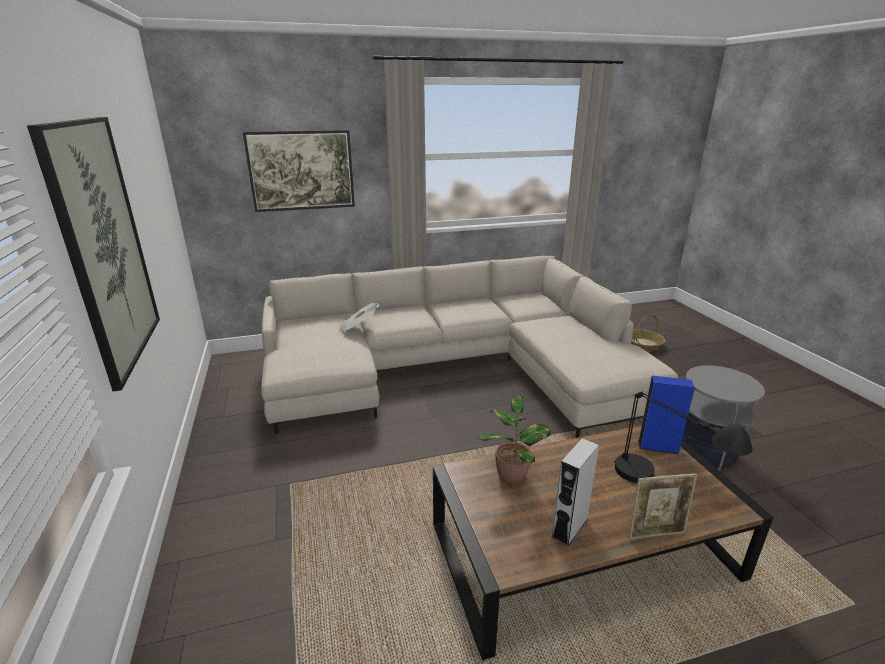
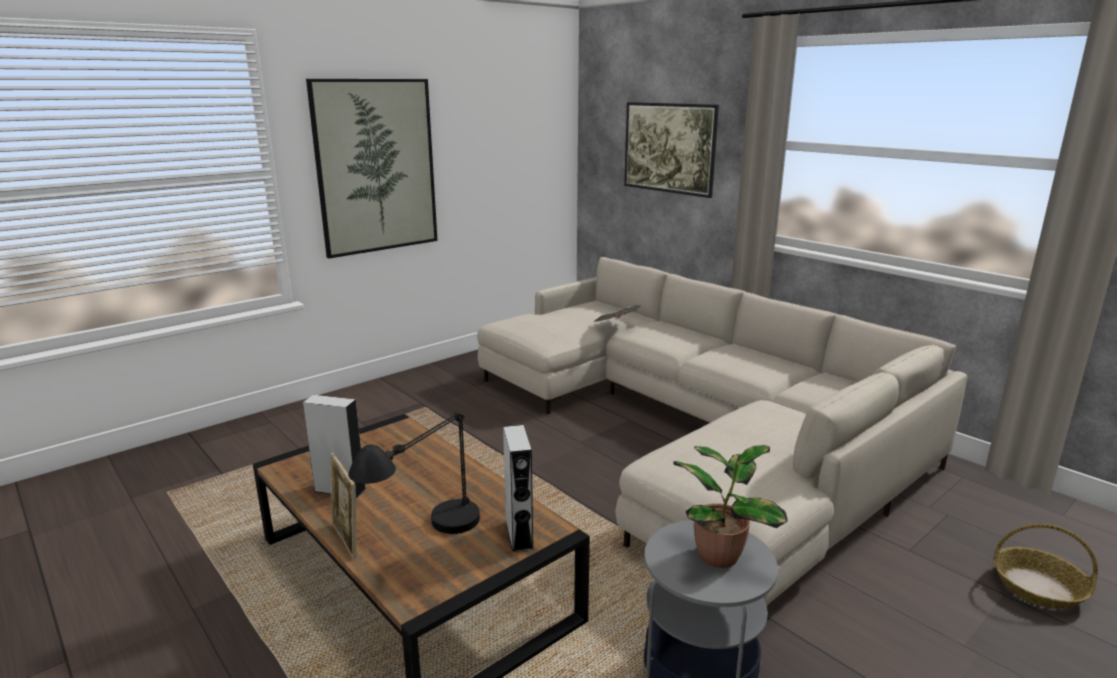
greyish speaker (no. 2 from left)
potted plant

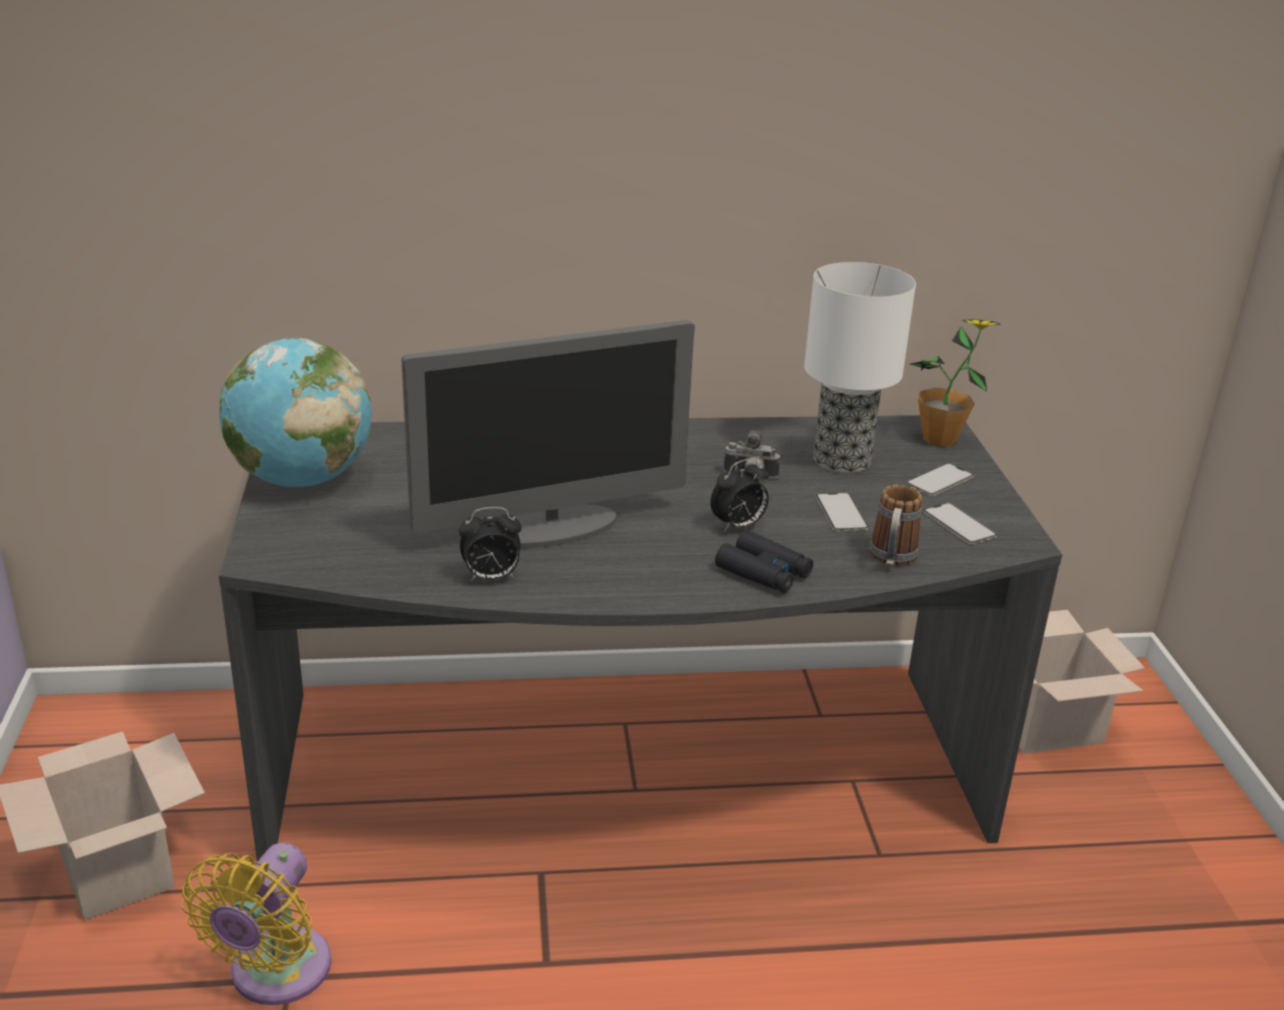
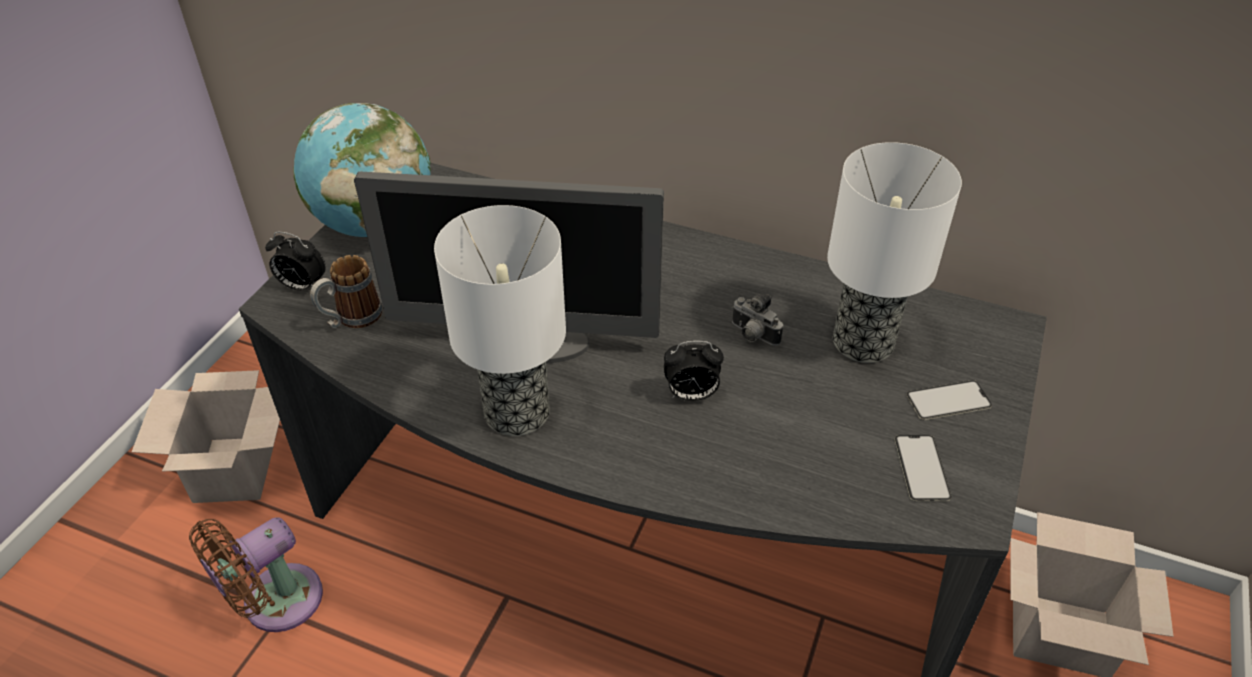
brown-coloured fan
bedside clock (no. 1 from left)
mug
lamp for a table (no. 1 from left)
black-coloured binoculars
handset (no. 1 from left in the first image)
potted plant

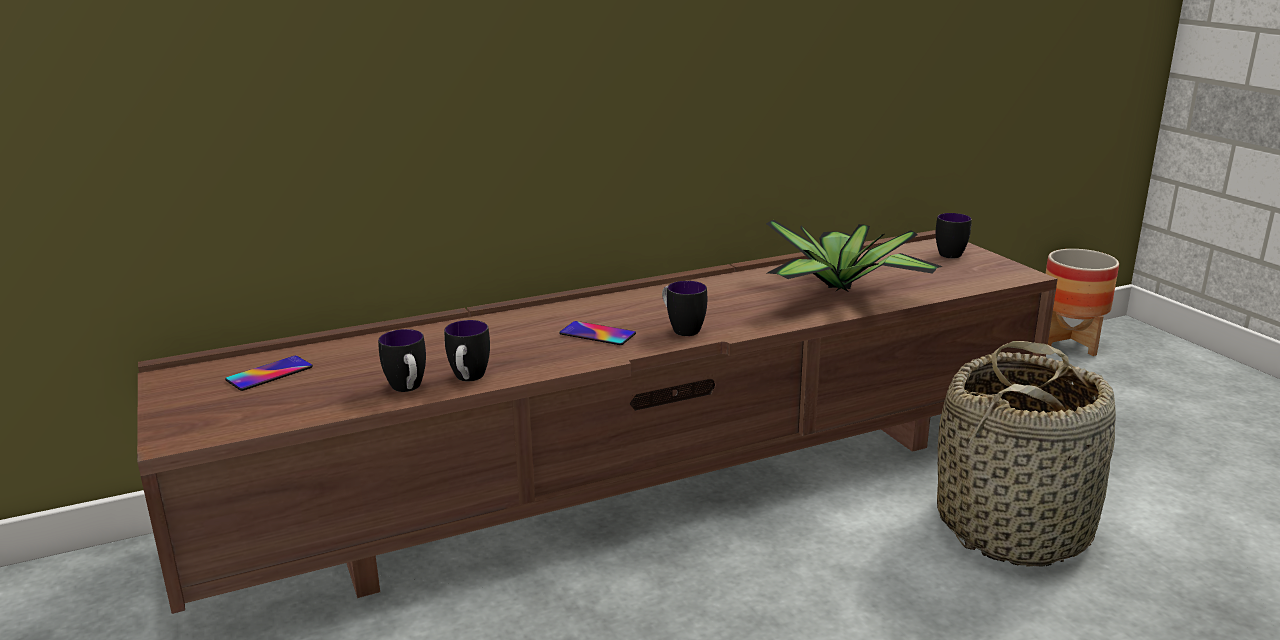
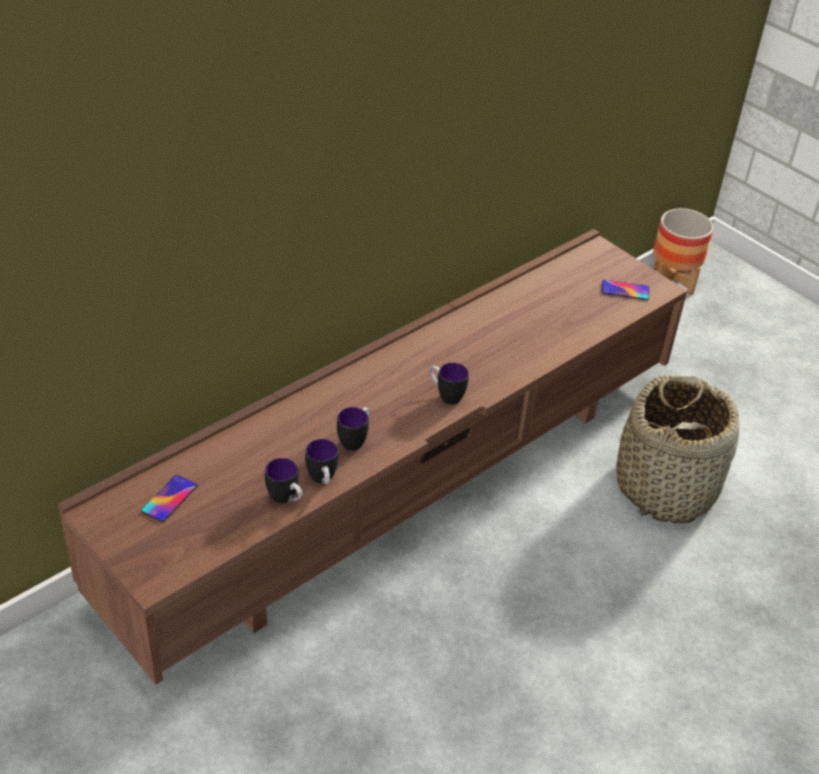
mug (no. 3 from left)
handset (no. 2 from left)
potted plant

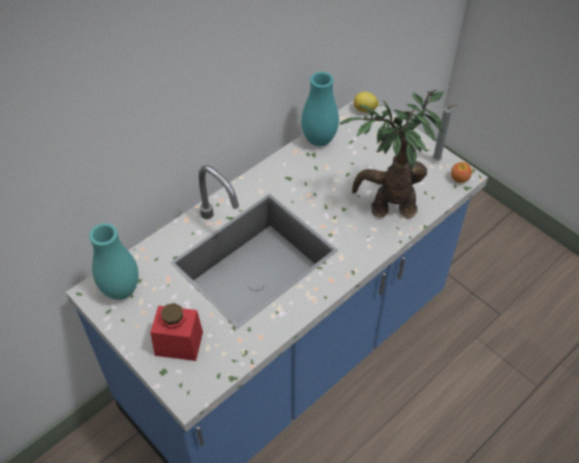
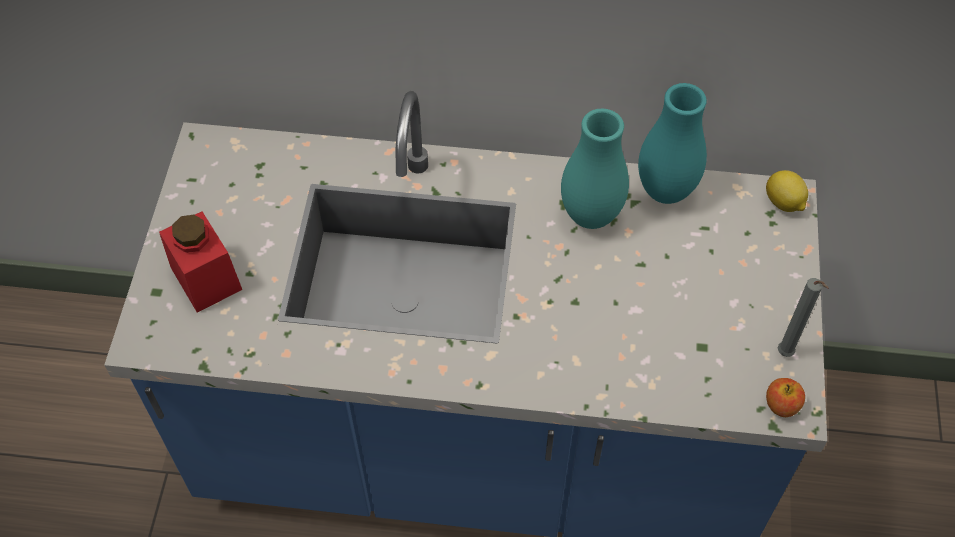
turquoise decorative vase (no. 1 from left)
potted plant

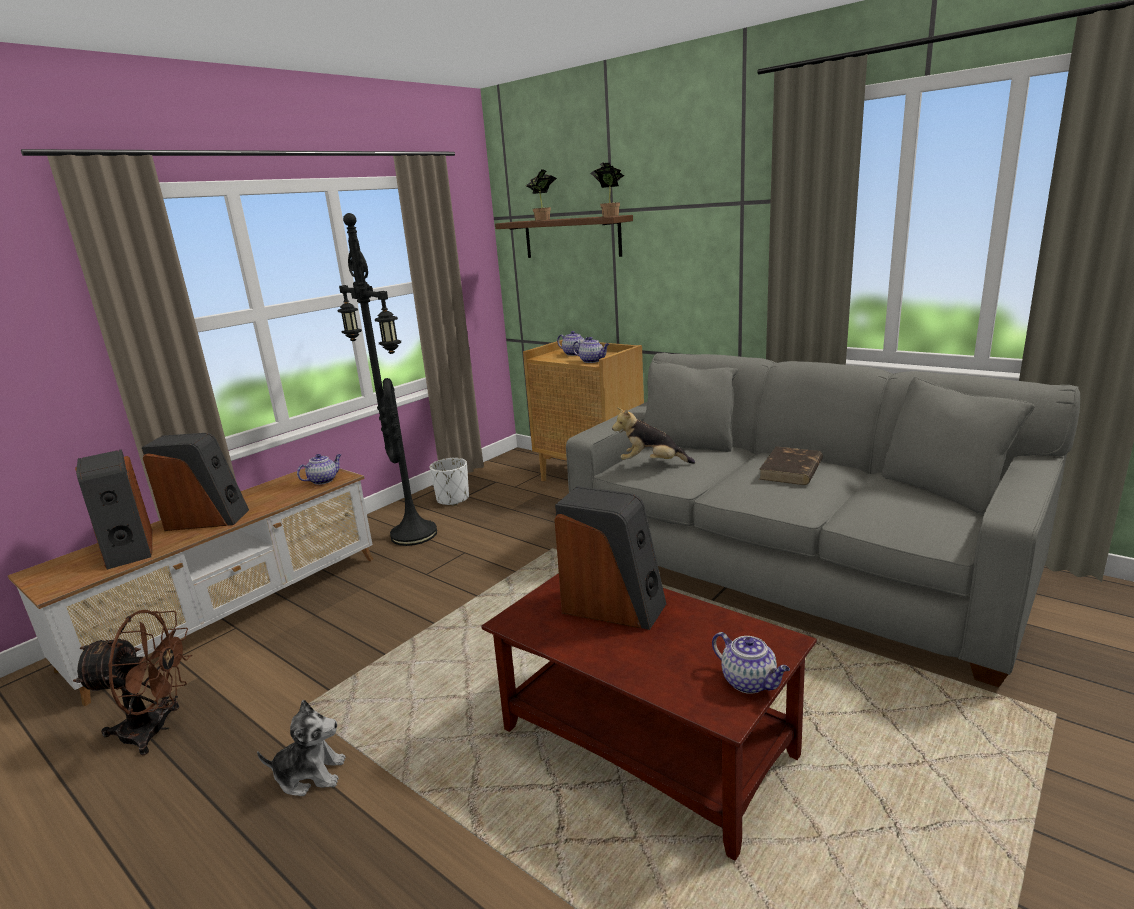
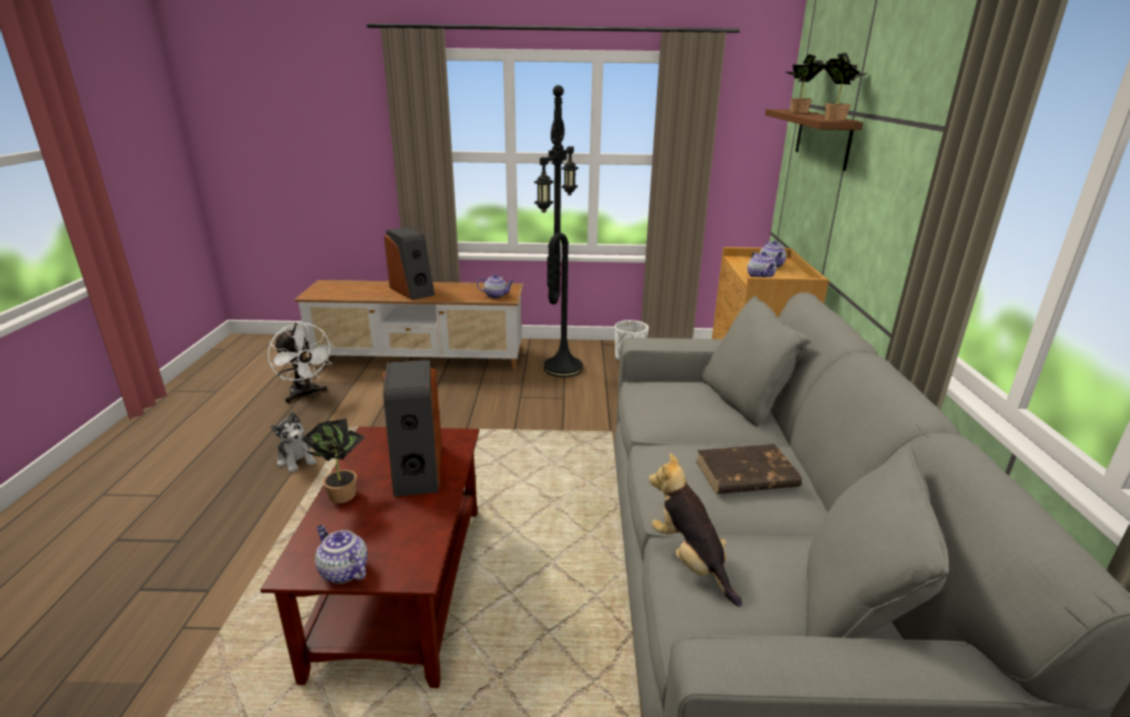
whitish fan
potted plant (no. 1 from left)
pot for tea (no. 1 from left)
plush toy (no. 2 from left)
speaker (no. 1 from left in the first image)

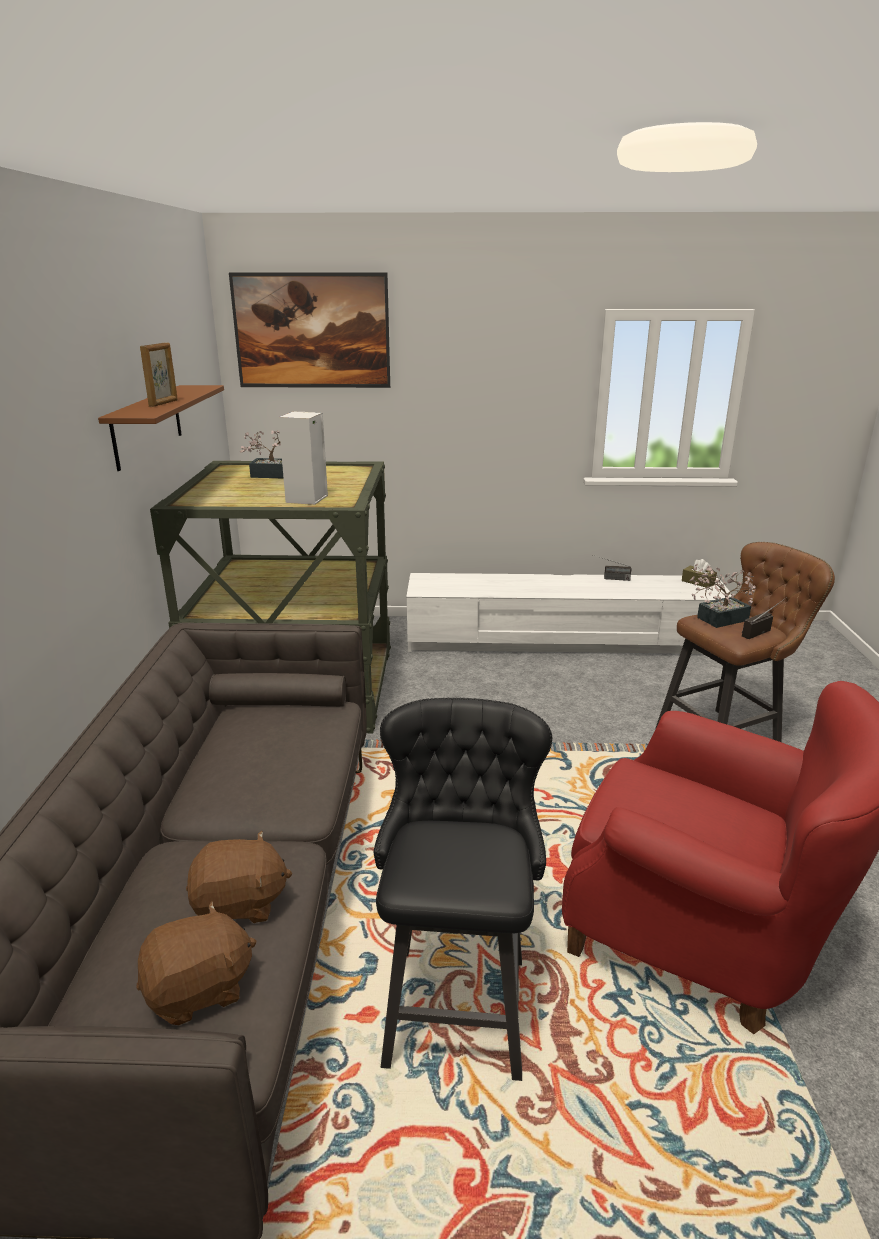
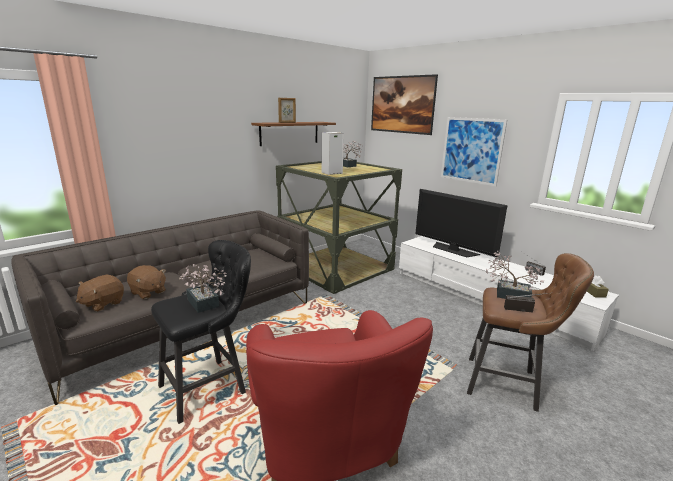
brown-coloured plush toy (no. 1 from left)
potted plant (no. 1 from left)
TV
picture (no. 2 from left)

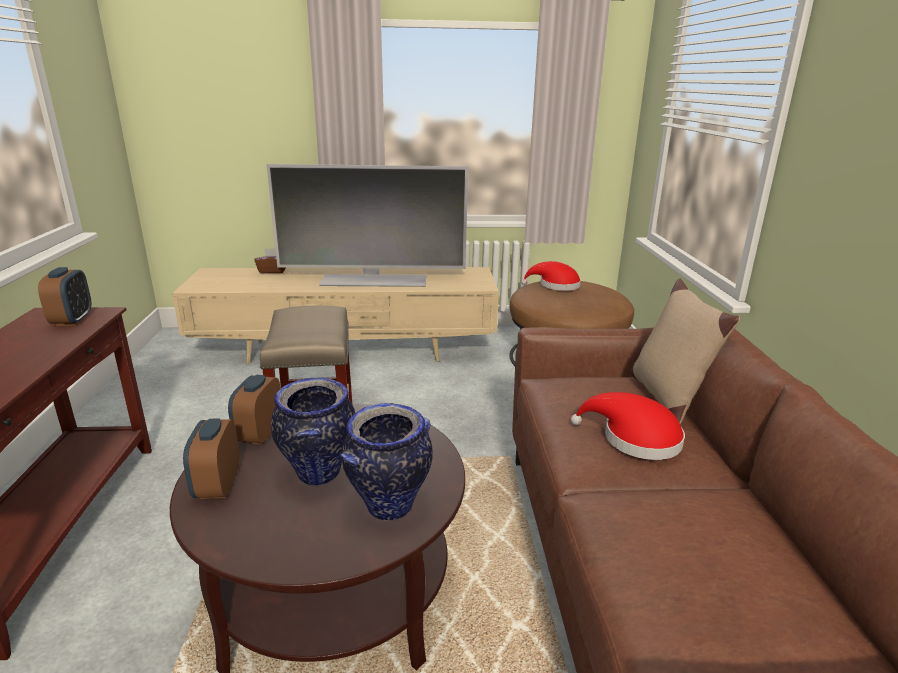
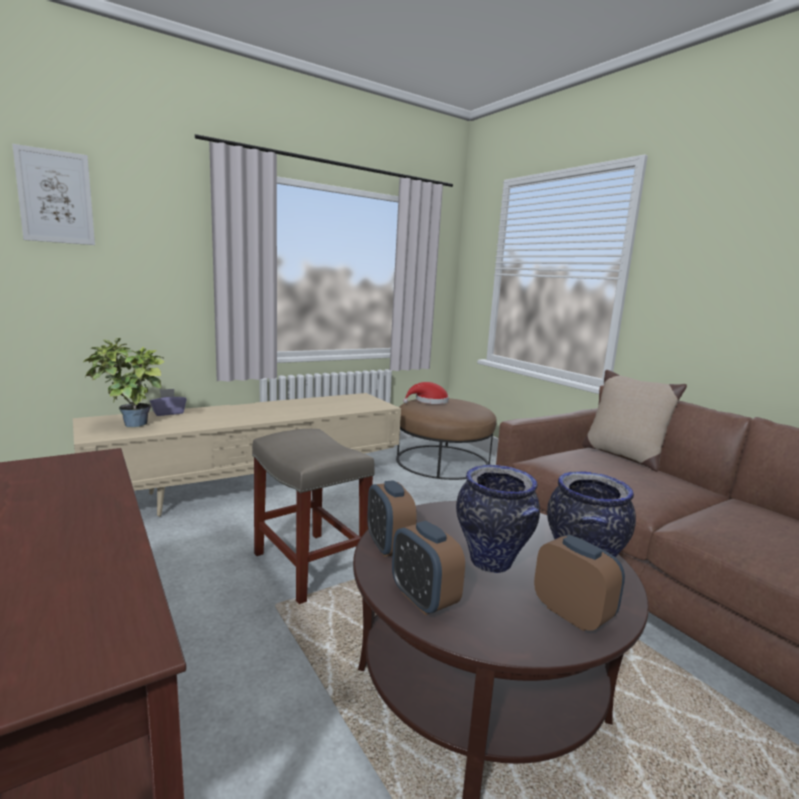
picture
potted plant
purple-coloured tissue holder
bedside clock (no. 3 from left)
TV
red-coloured hat (no. 2 from left in the first image)

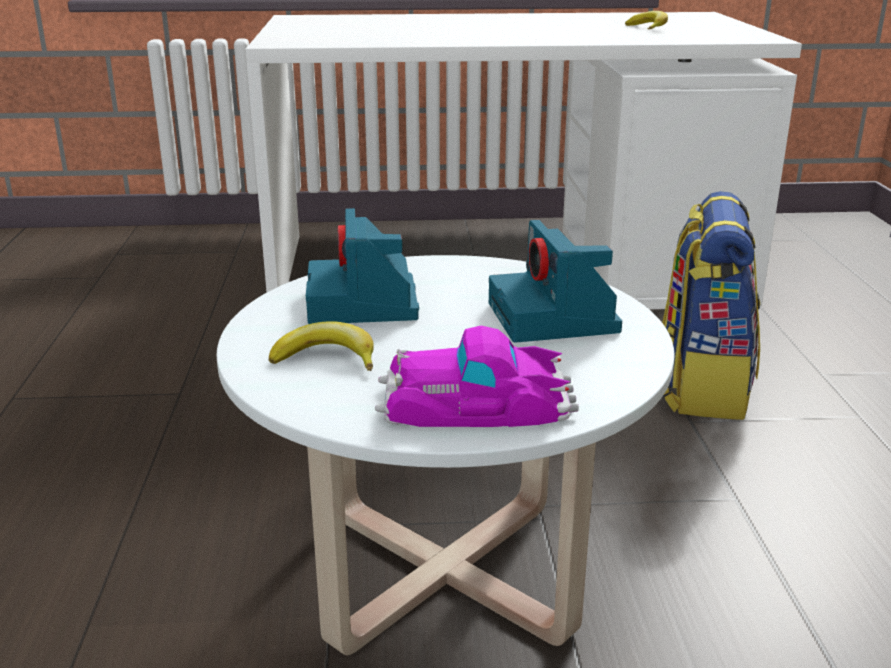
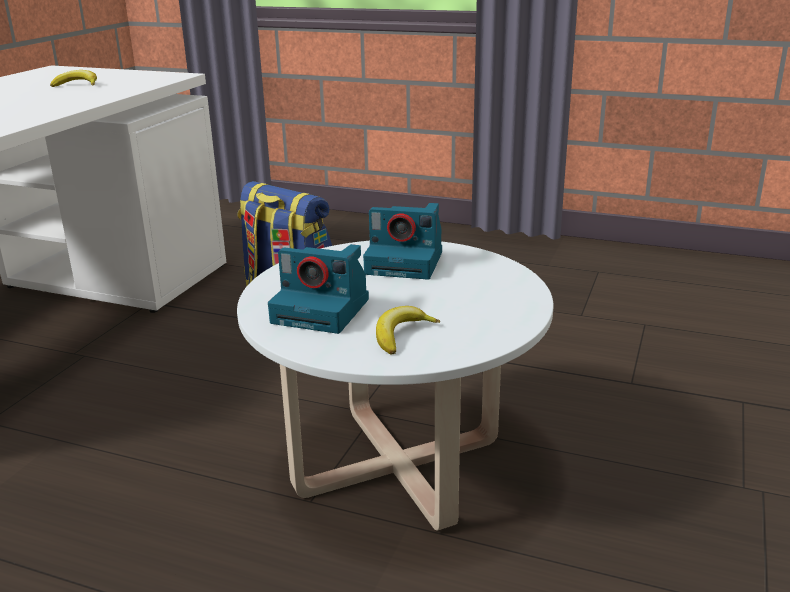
model car

